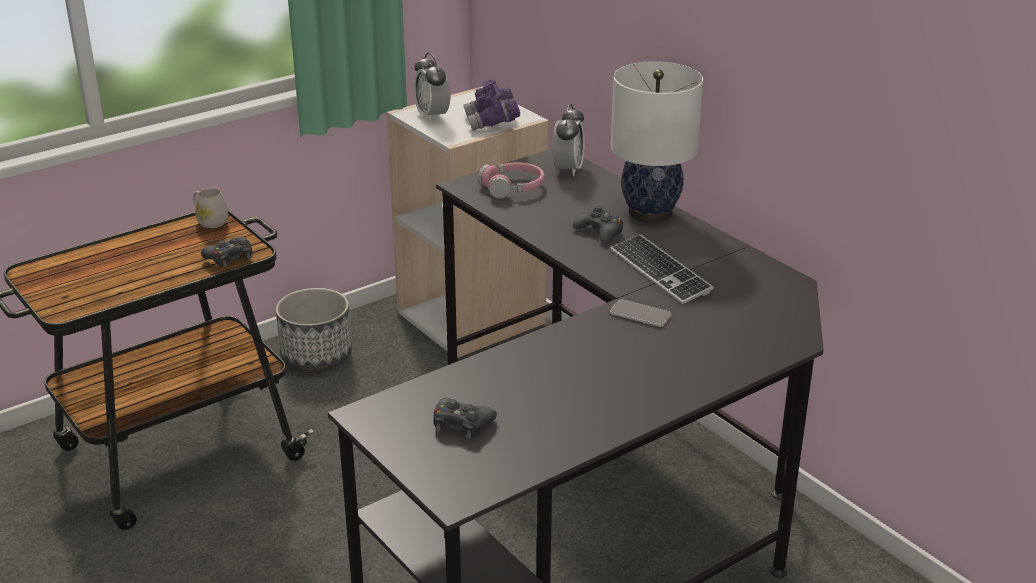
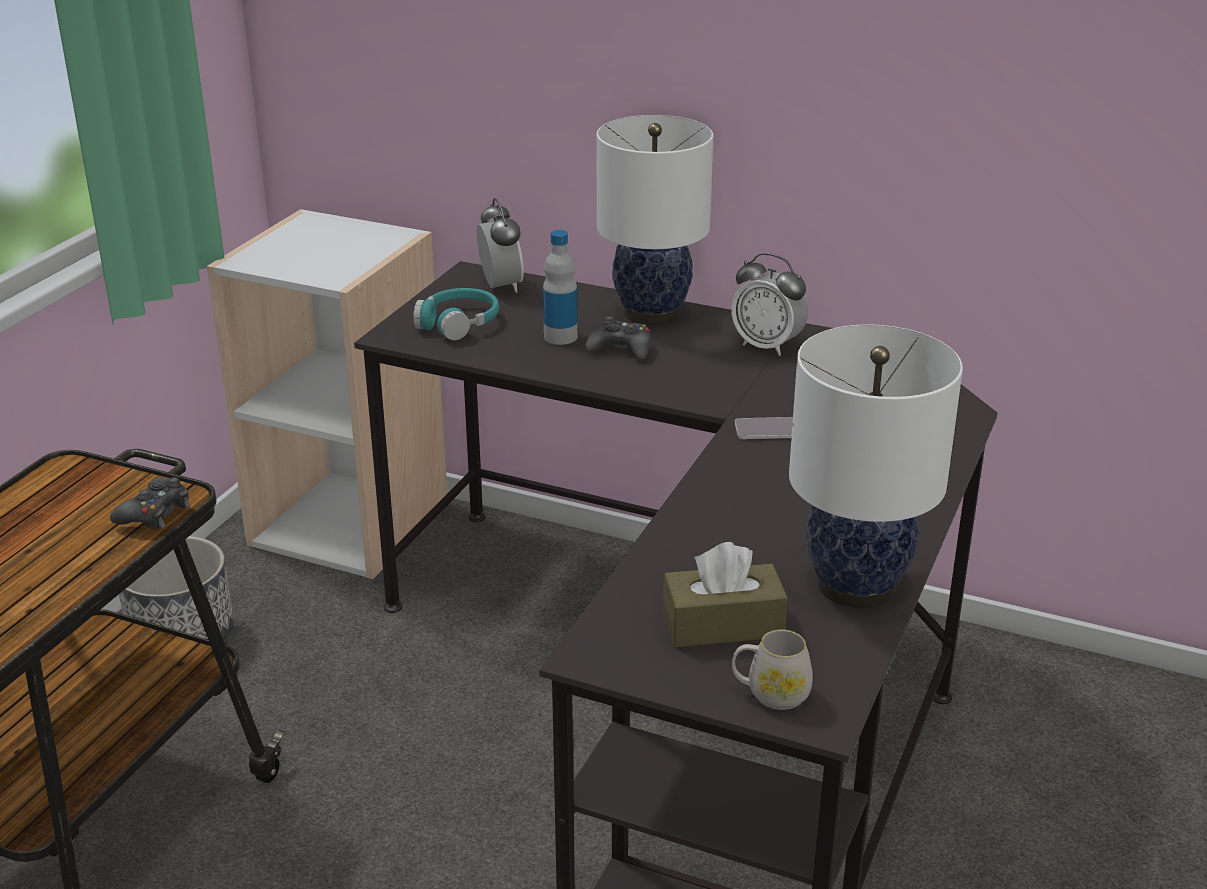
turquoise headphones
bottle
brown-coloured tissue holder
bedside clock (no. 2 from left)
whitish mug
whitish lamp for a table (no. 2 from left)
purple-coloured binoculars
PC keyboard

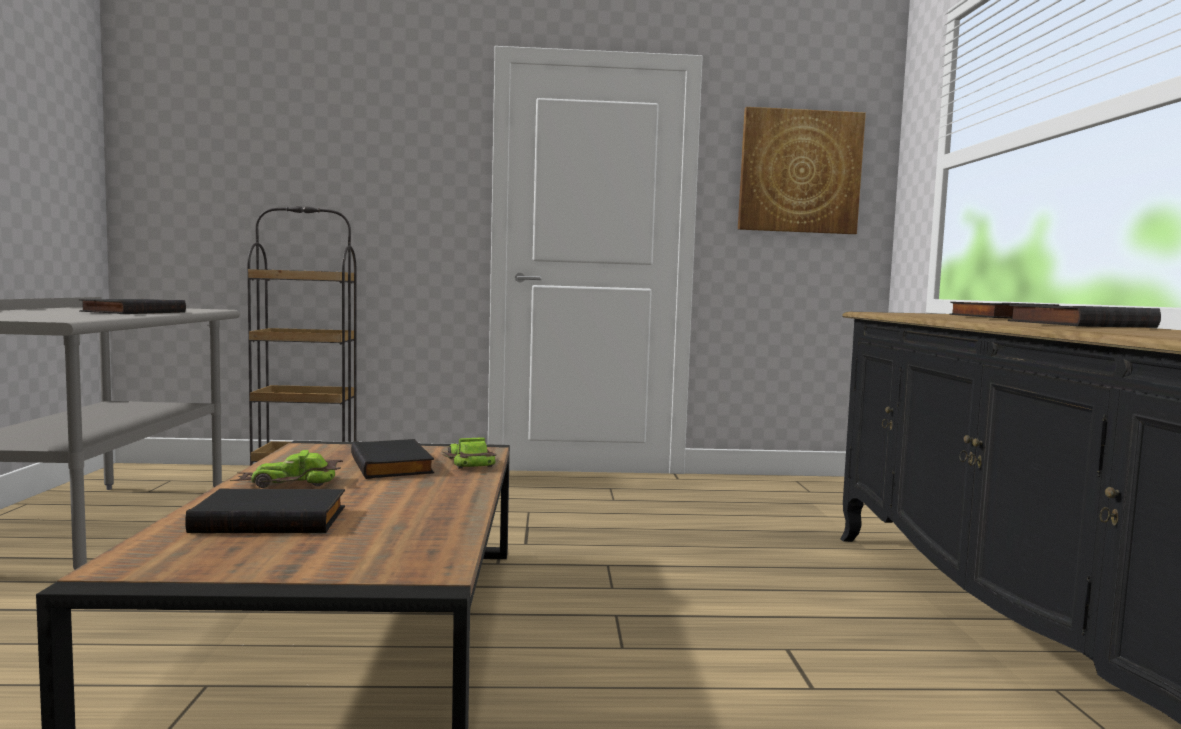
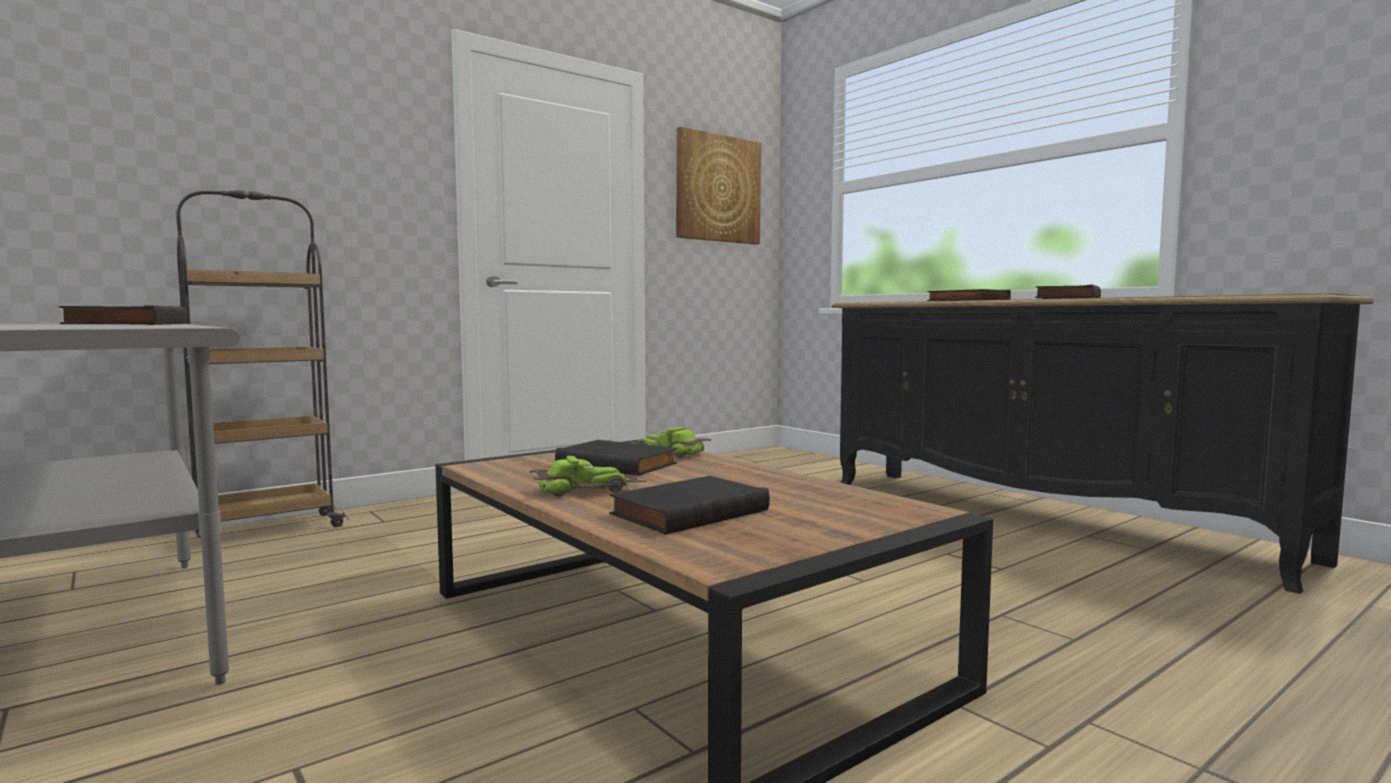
model car (no. 1 from left)

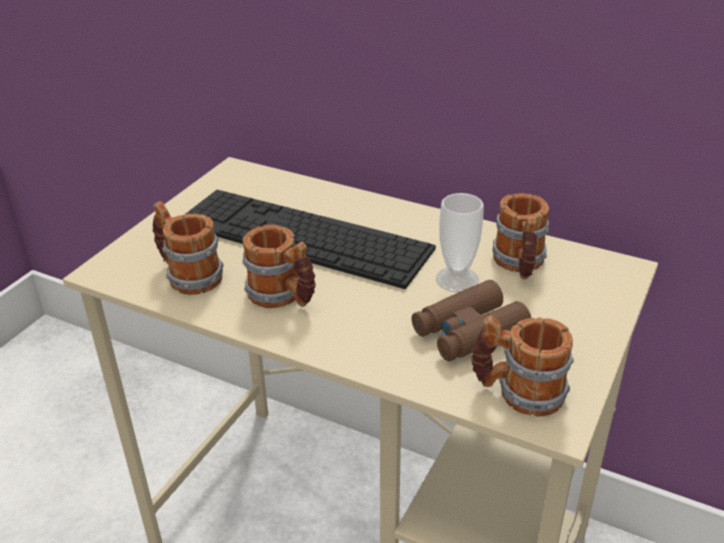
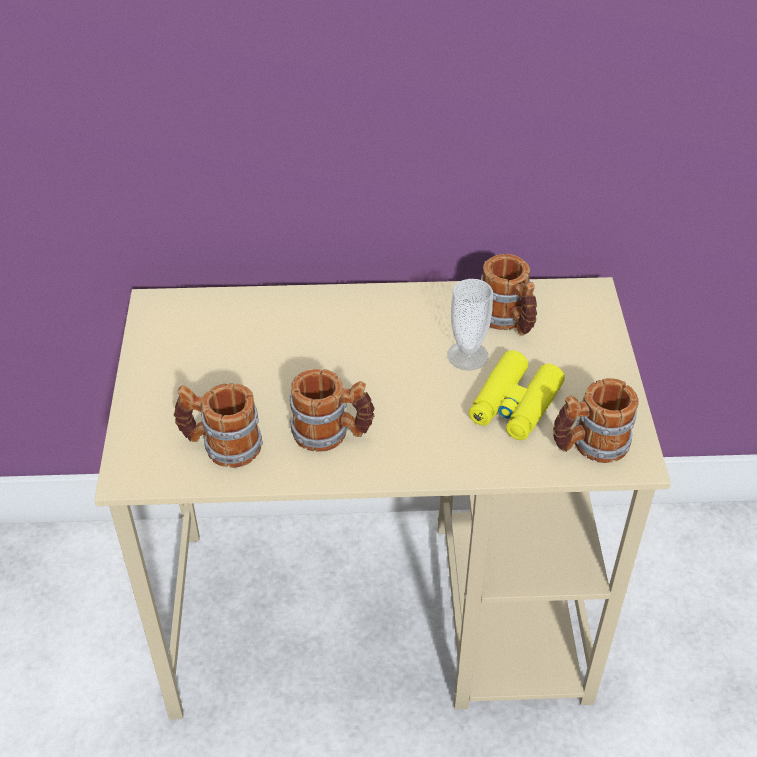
yellowish binoculars
PC keyboard

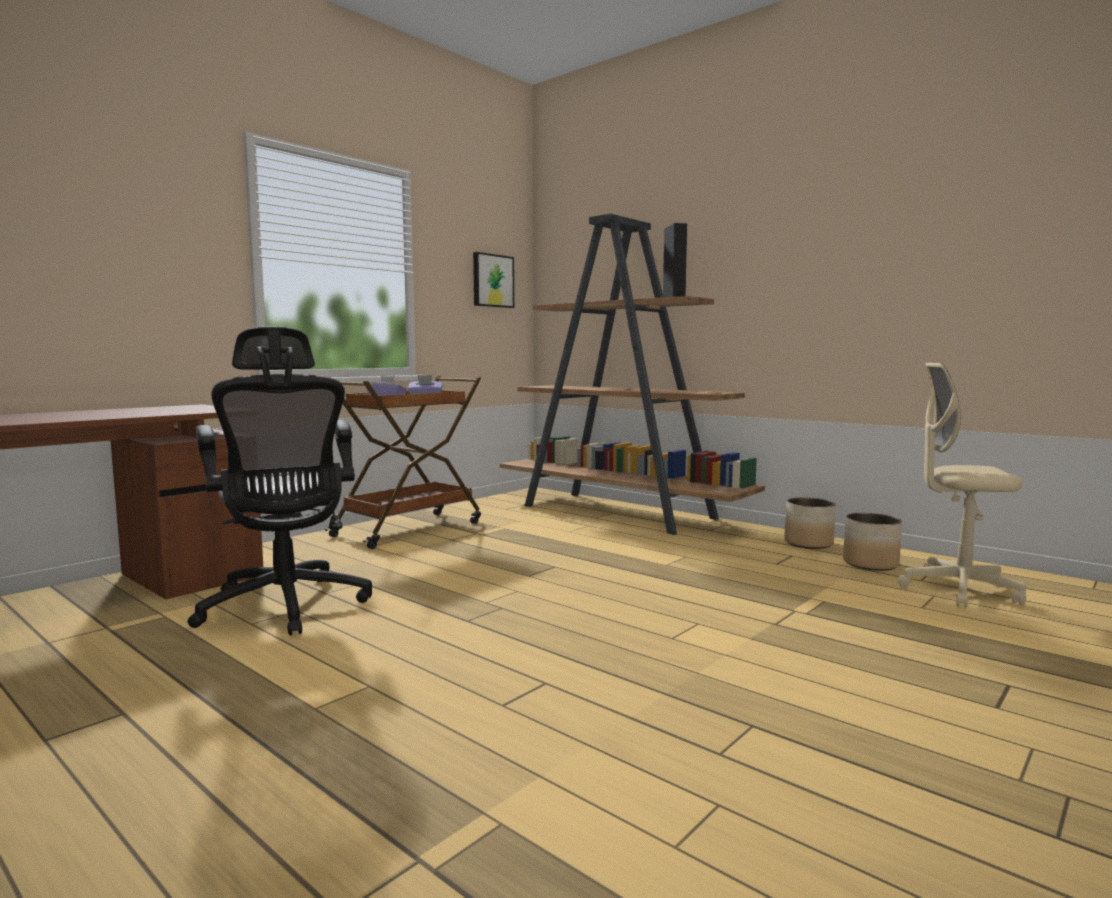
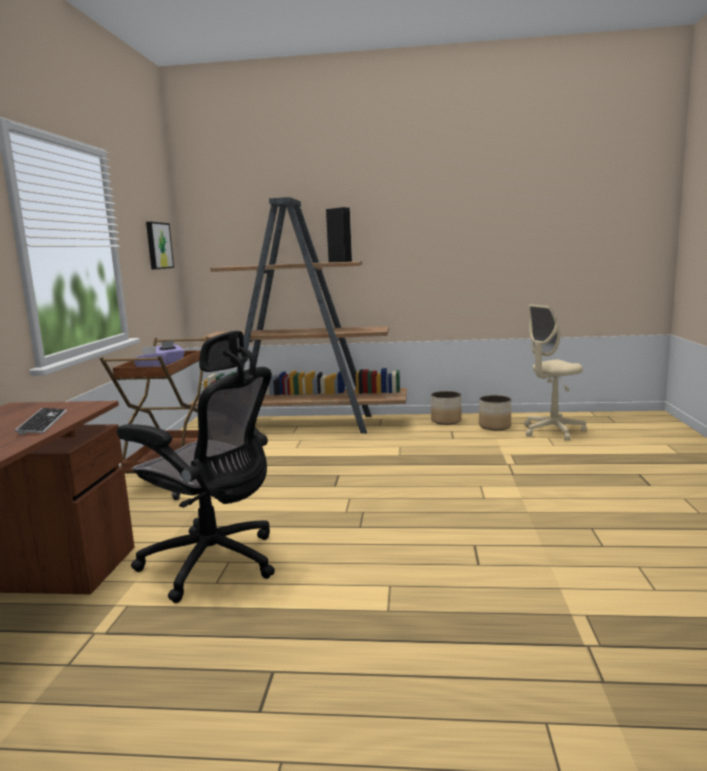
PC keyboard

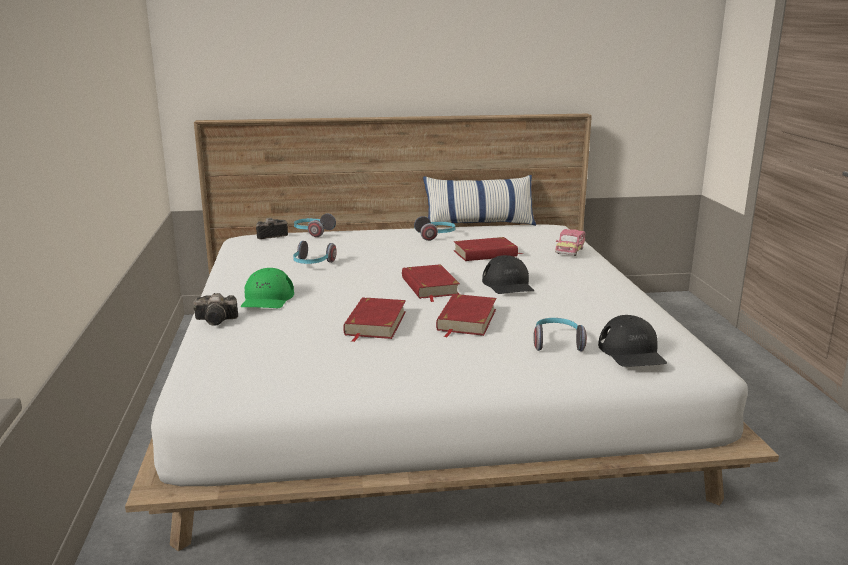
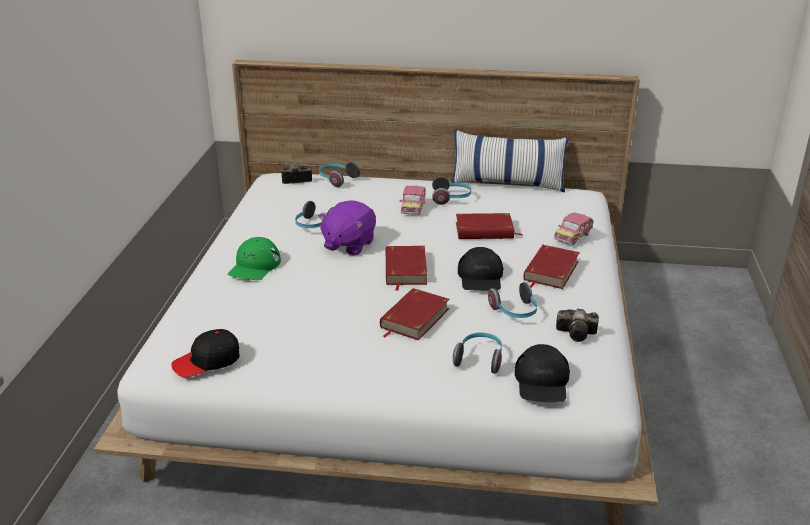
black-coloured peaked cap (no. 1 from left)
purple-coloured plush toy
model car (no. 1 from left)
headphones (no. 5 from left)
red-coloured book (no. 4 from left)
photo camera (no. 2 from left)

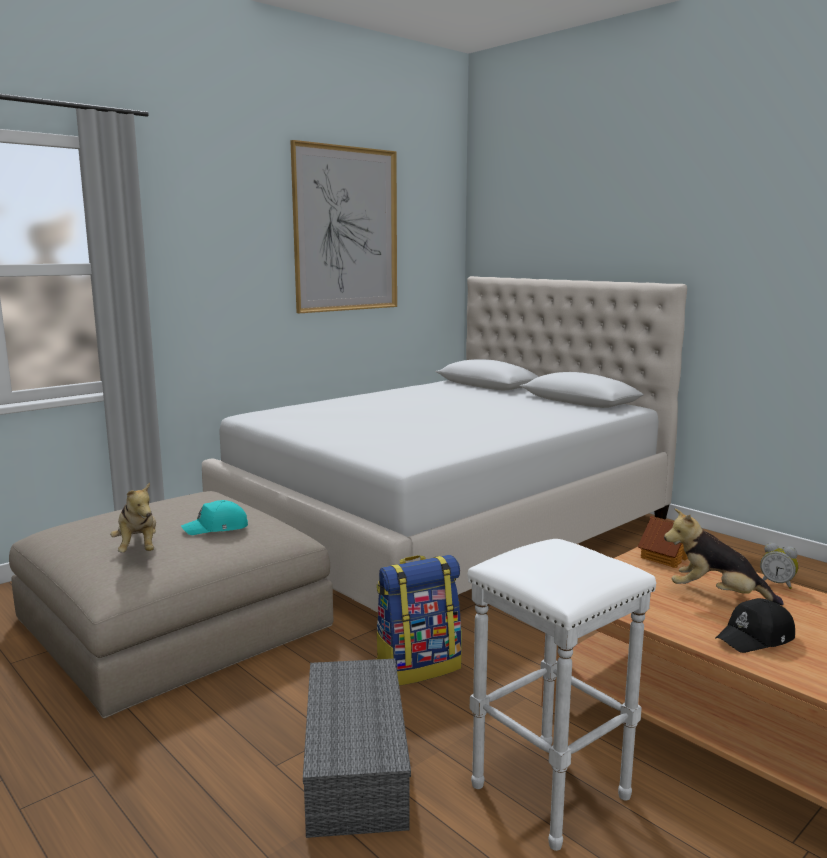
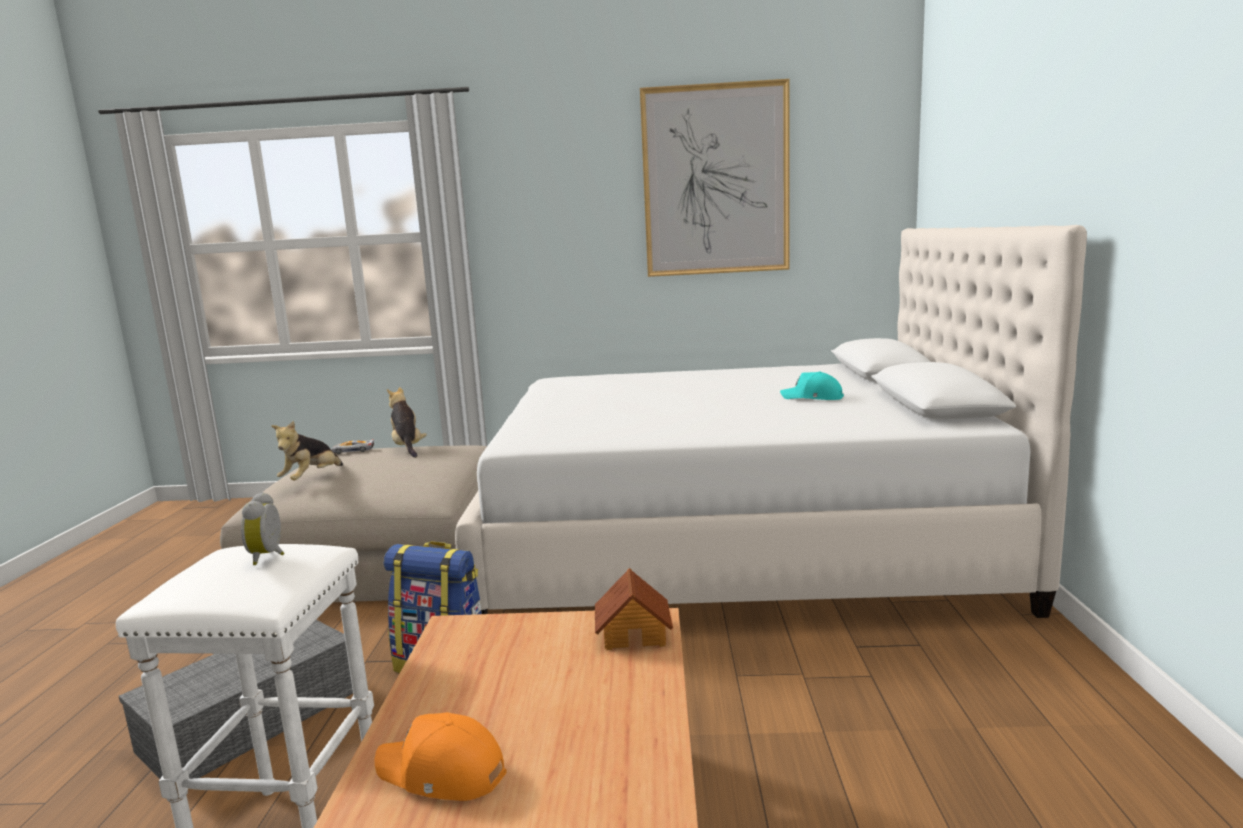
bedside clock
model car
orange peaked cap
plush toy (no. 2 from left)
turquoise peaked cap

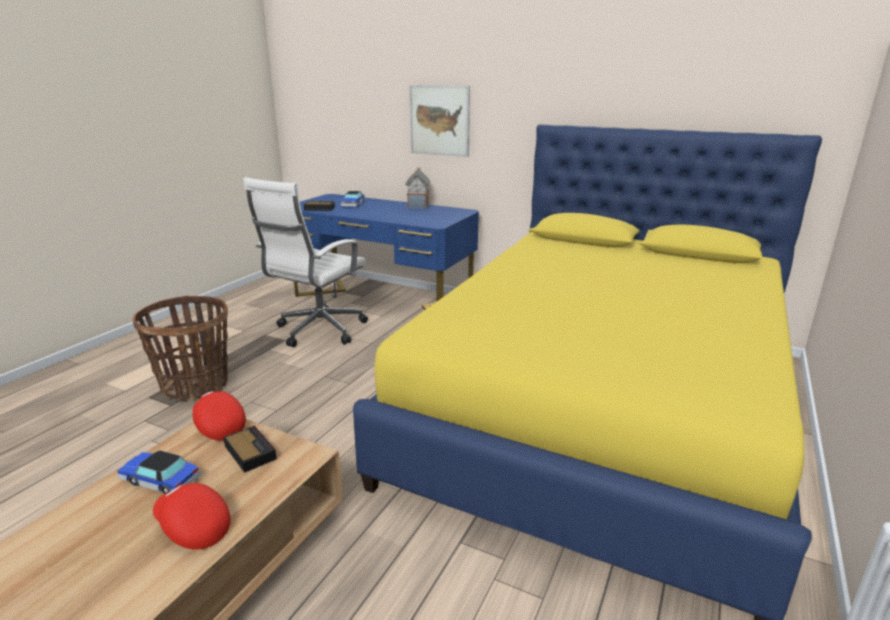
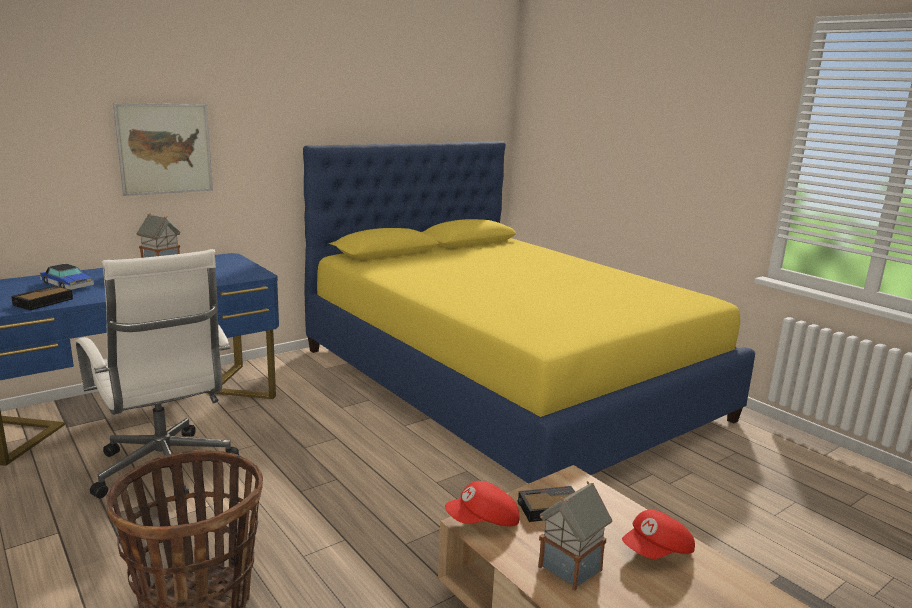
model house (no. 2 from left)

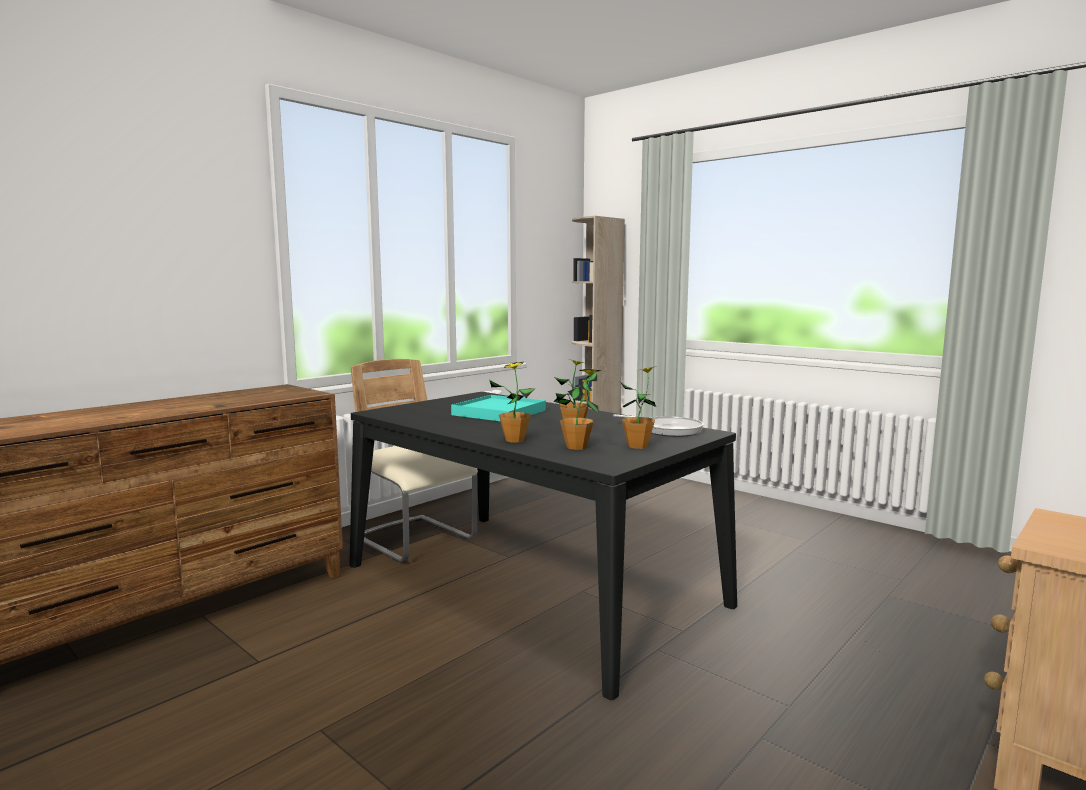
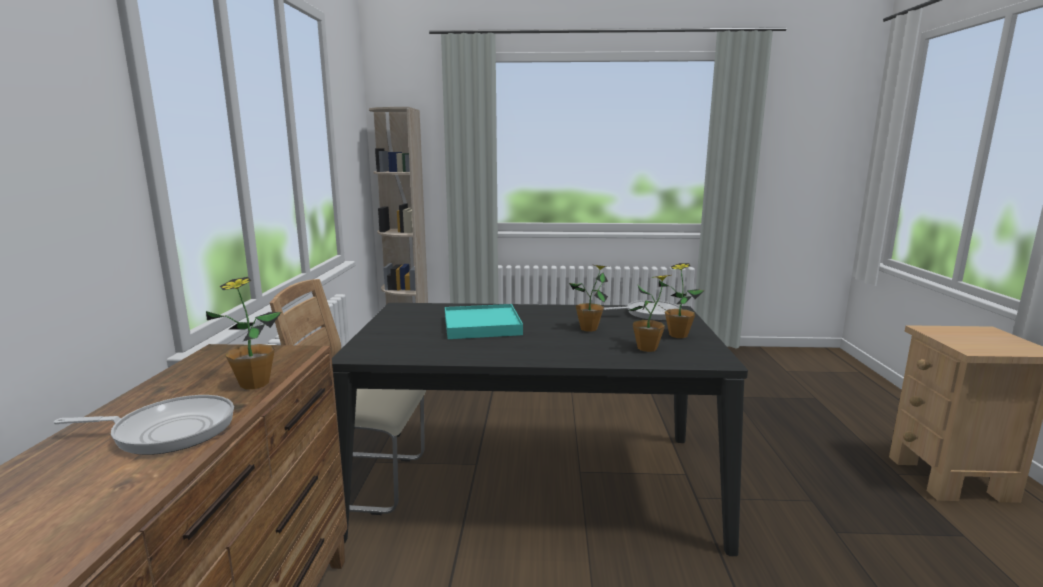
frying pan (no. 1 from left)
potted plant (no. 1 from left)

